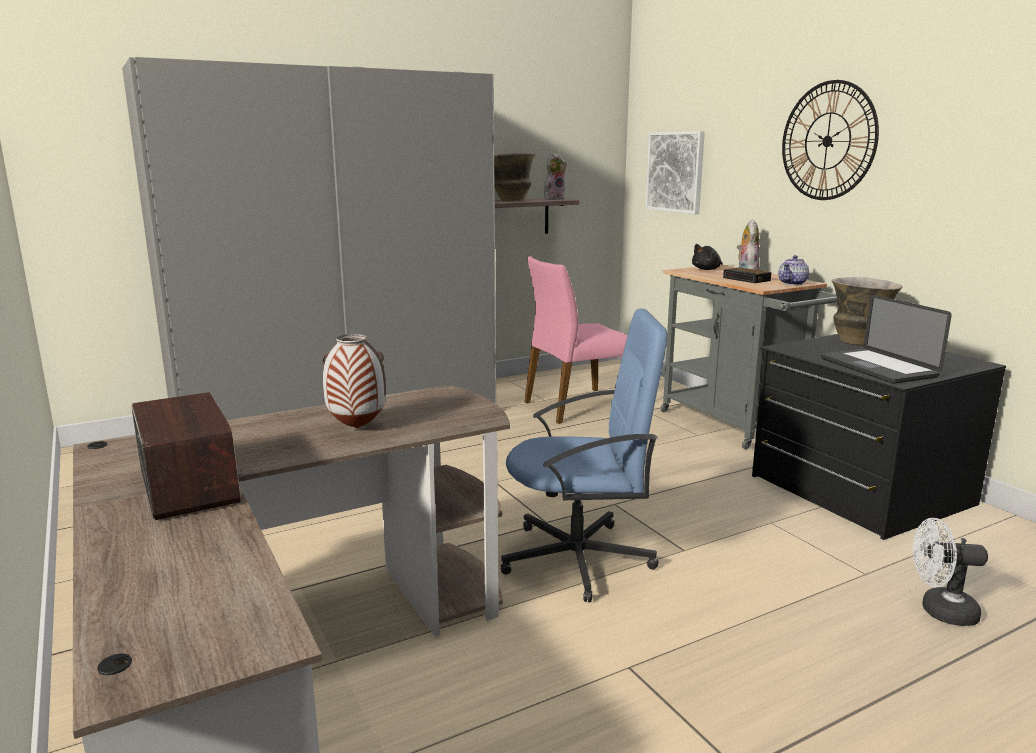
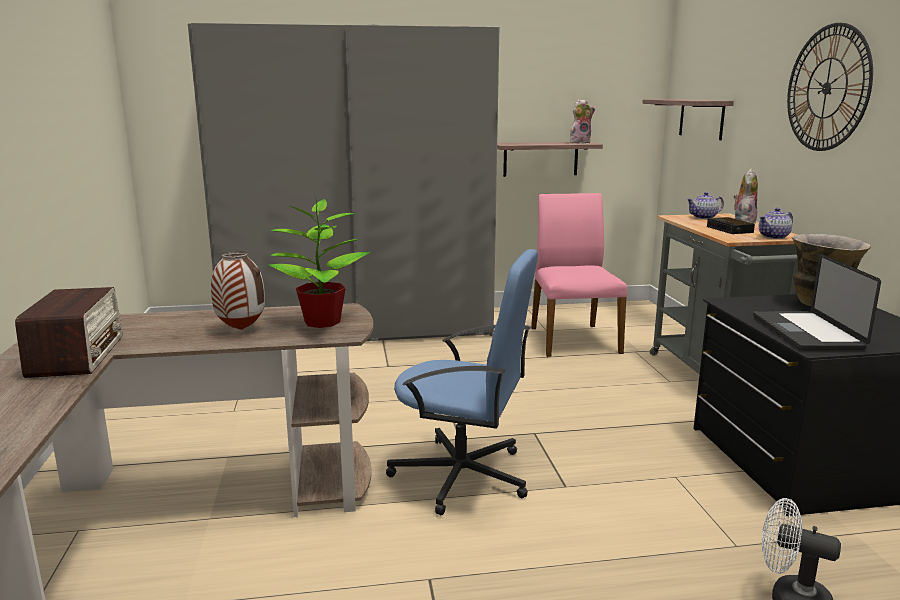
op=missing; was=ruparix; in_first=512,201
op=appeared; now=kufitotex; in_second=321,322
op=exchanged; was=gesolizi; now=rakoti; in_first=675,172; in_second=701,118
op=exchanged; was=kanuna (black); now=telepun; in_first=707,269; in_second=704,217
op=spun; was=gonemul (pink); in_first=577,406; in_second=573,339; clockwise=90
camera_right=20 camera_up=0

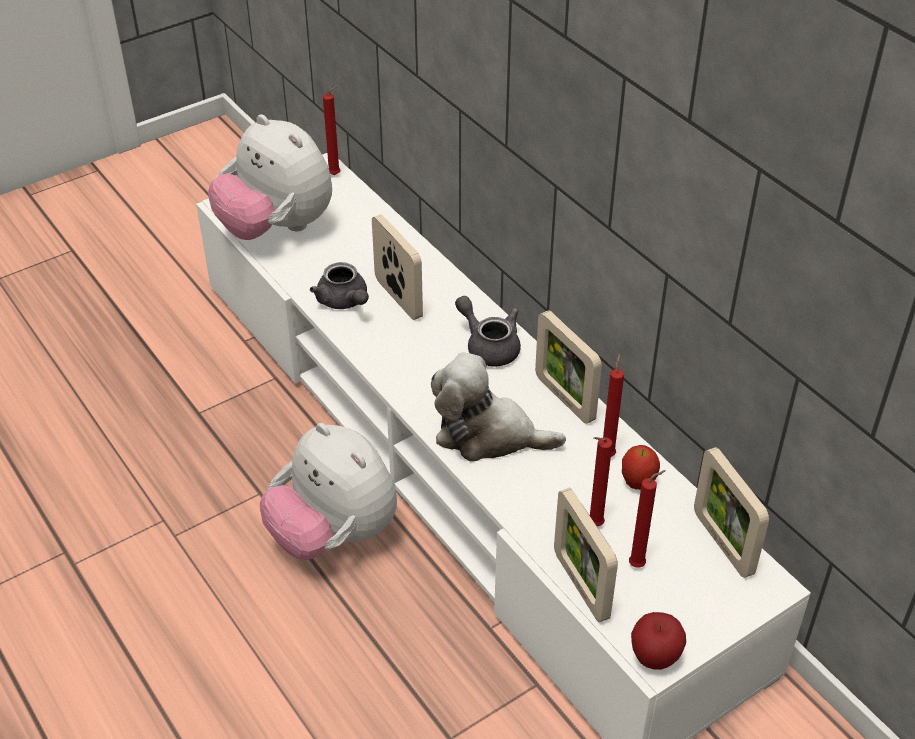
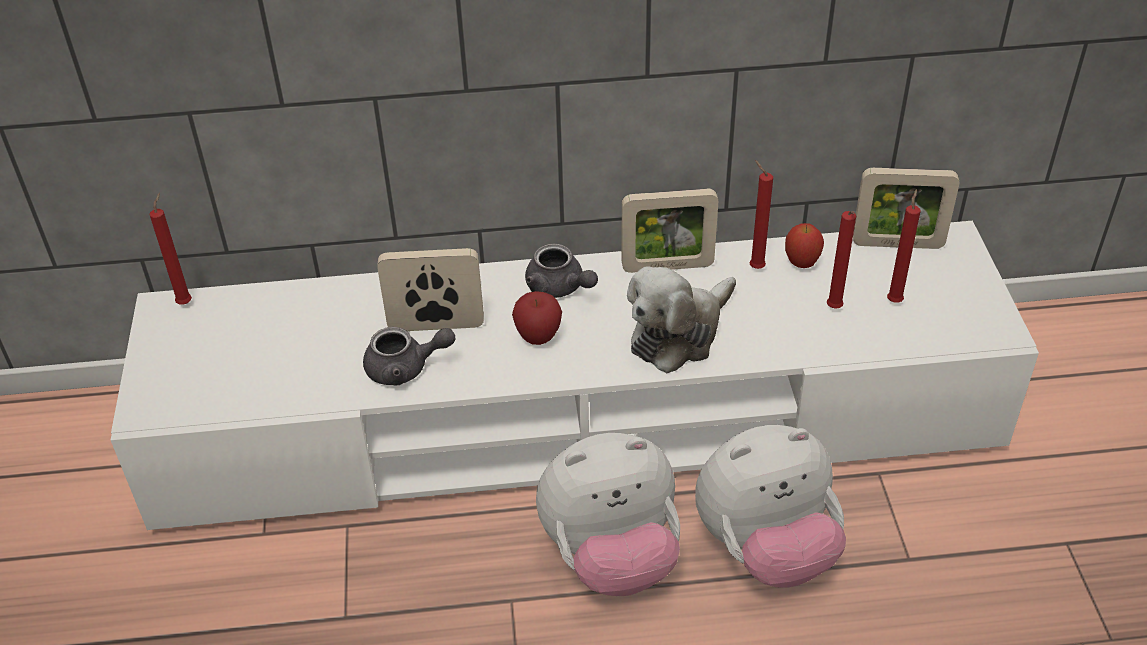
op=missing; was=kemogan; in_first=580,586
op=relocated; was=kanuna; in_first=276,228; in_second=766,548
op=relocated; was=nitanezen; in_first=654,658; in_second=538,337
op=spun; was=telepun (grey); in_first=489,346; in_second=559,288; clockwise=-120
camera_right=-60 camera_up=0

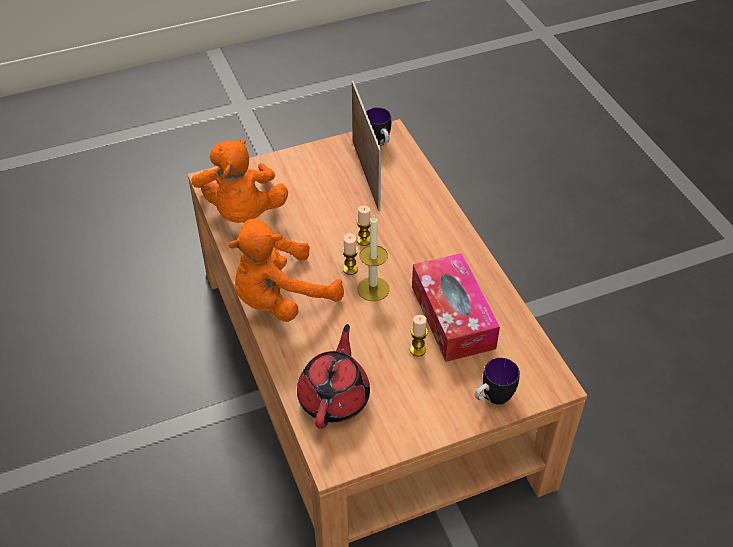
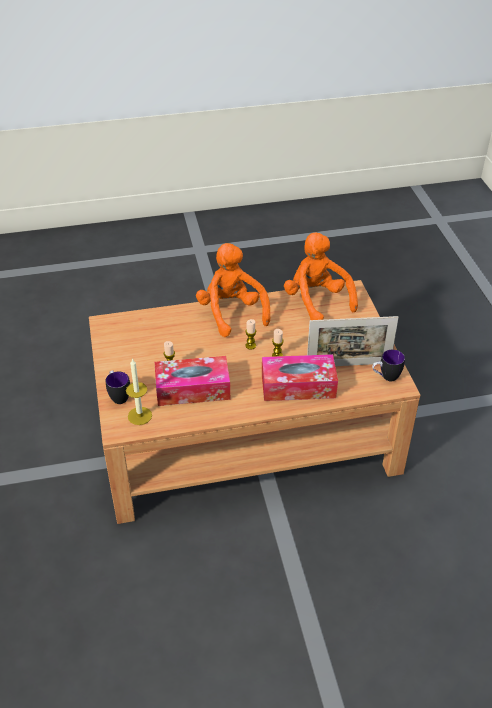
op=missing; was=telepun (red); in_first=334,397
op=appeared; now=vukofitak; in_second=298,386
op=relocated; was=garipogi; in_first=373,289; in_second=140,416
op=spun; was=kanuna (orange); in_first=242,212; in_second=317,301; clockwise=60
camera_right=100 camera_up=-5

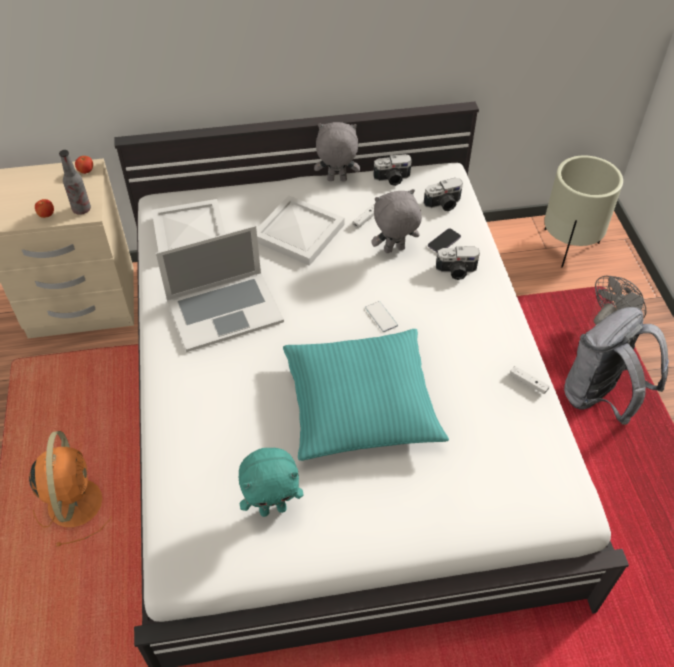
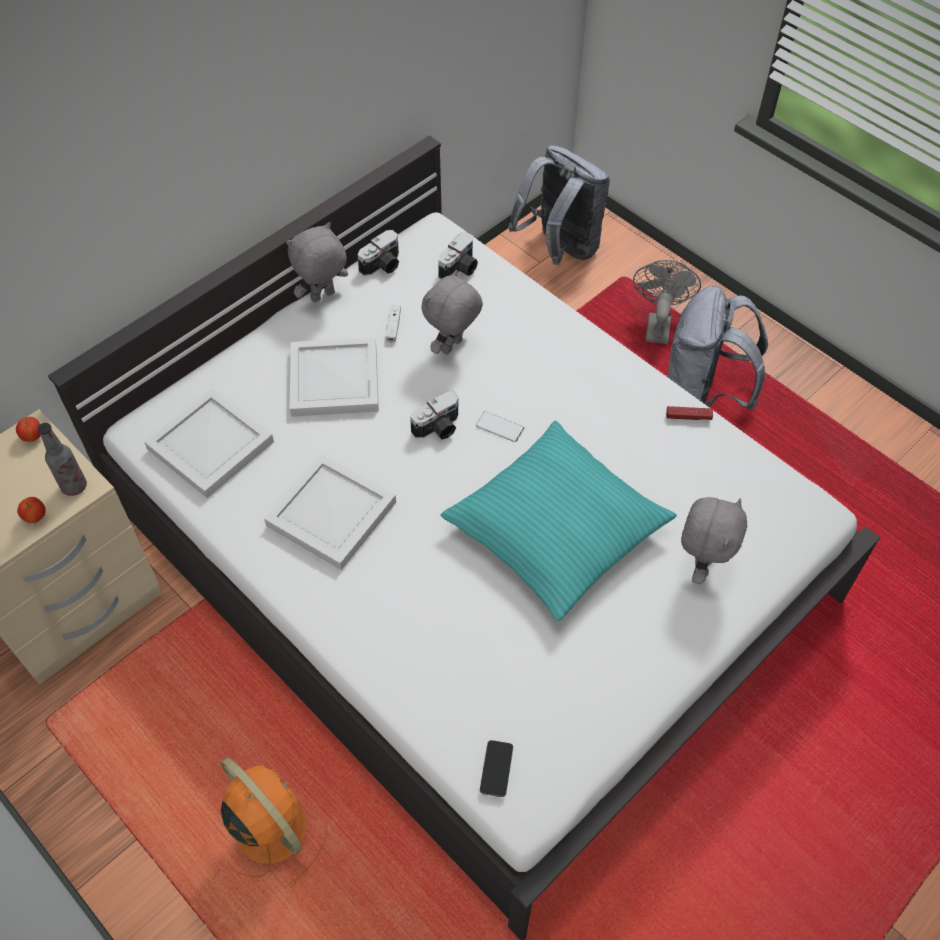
op=missing; was=kanuna (turquoise); in_first=273,508
op=appeared; now=kanuna (grey); in_second=701,565
op=relocated; was=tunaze; in_first=444,242; in_second=496,769
op=relocated; was=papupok; in_first=456,271; in_second=438,428
op=exchanged; was=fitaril; now=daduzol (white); in_first=224,310; in_second=331,512
op=exchanged; was=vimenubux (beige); now=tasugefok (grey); in_first=568,246; in_second=559,249
op=colour; was=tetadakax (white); now=tetadakax (red); in_first=528,383; in_second=688,417
camera_right=-35 camera_up=5

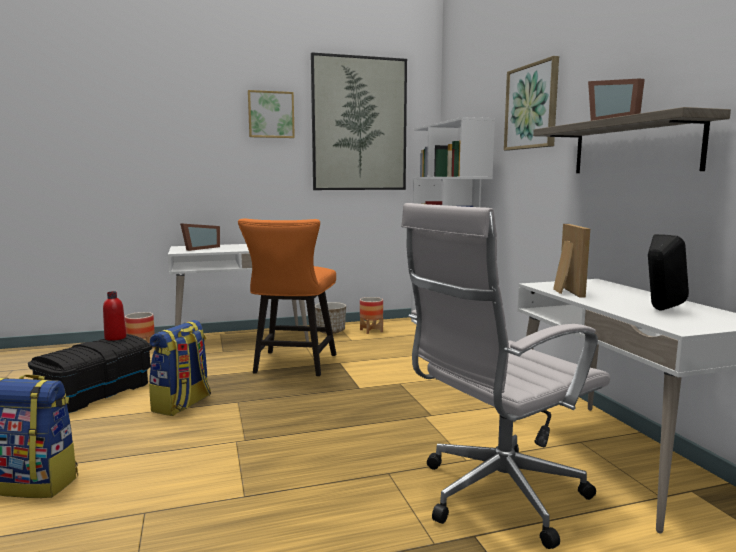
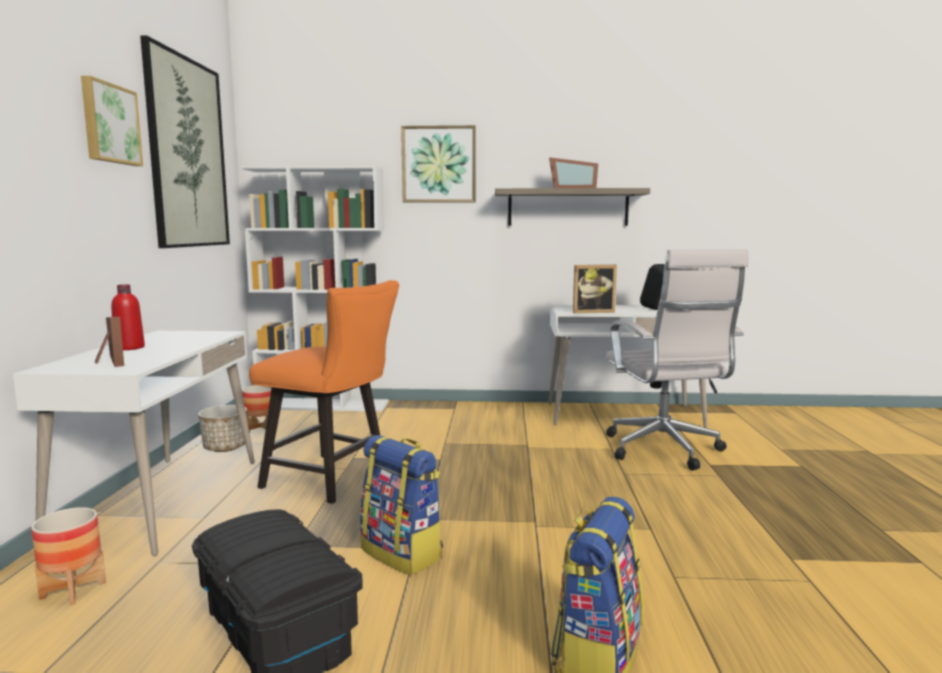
op=relocated; was=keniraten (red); in_first=115,338; in_second=129,348
op=spun; was=kemogan; in_first=564,291; in_second=592,311; clockwise=150
camera_right=-70 camera_up=0

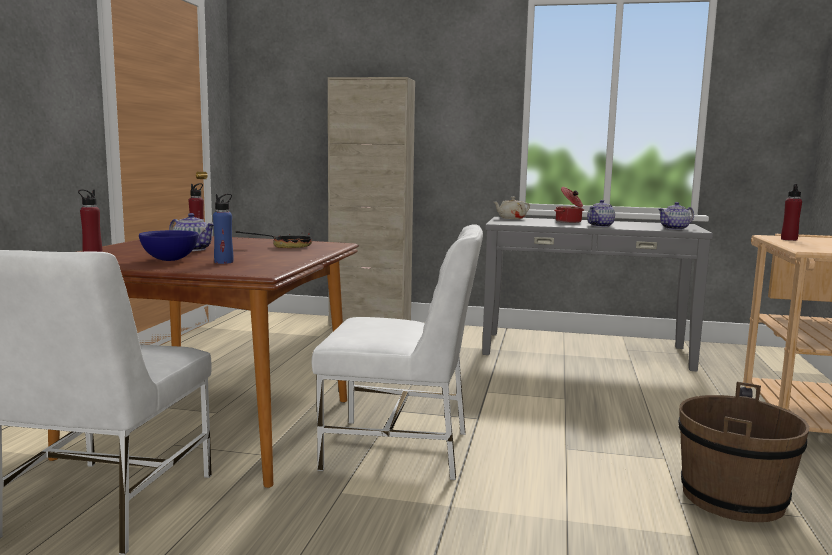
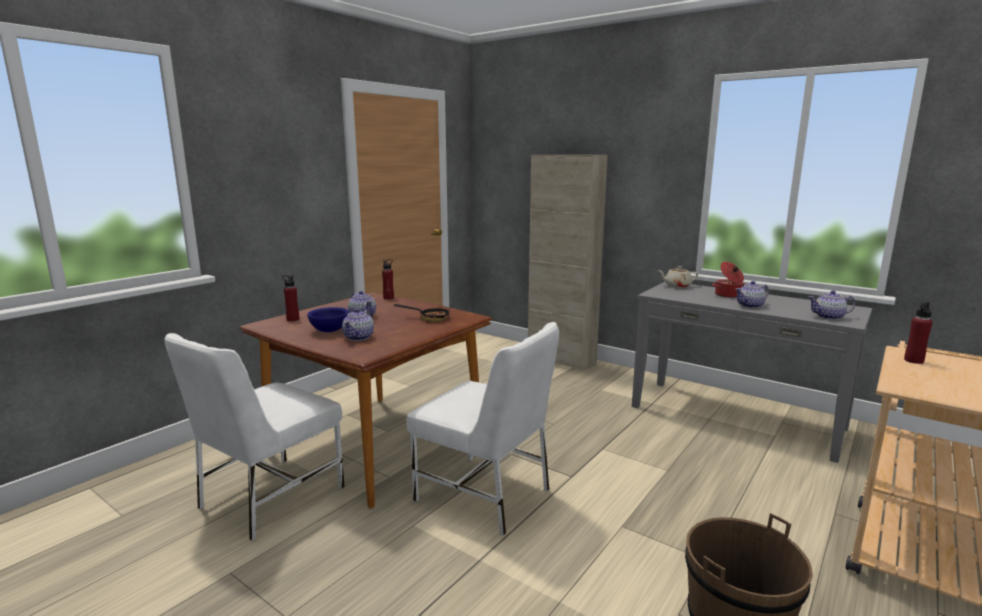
op=exchanged; was=keniraten (blue); now=telepun; in_first=224,262; in_second=359,337
camera_right=25 camera_up=5

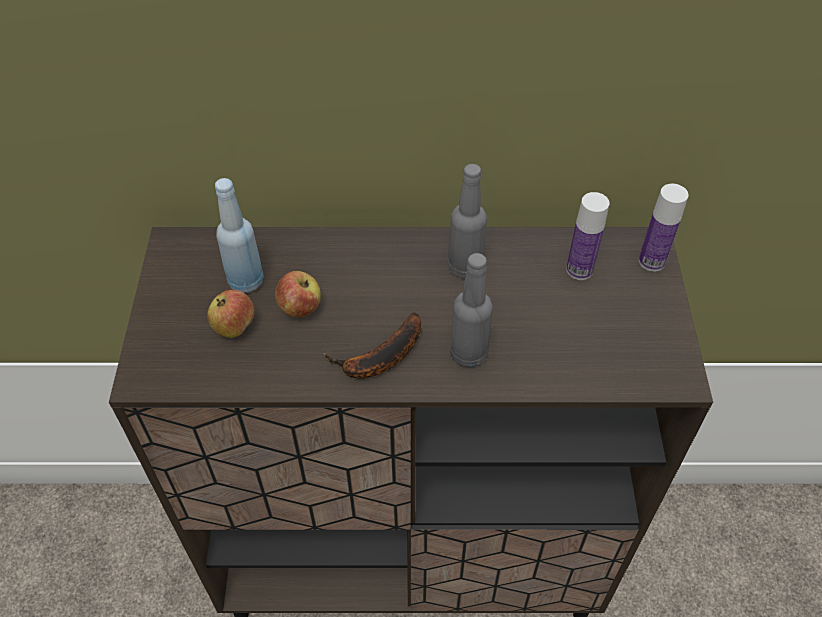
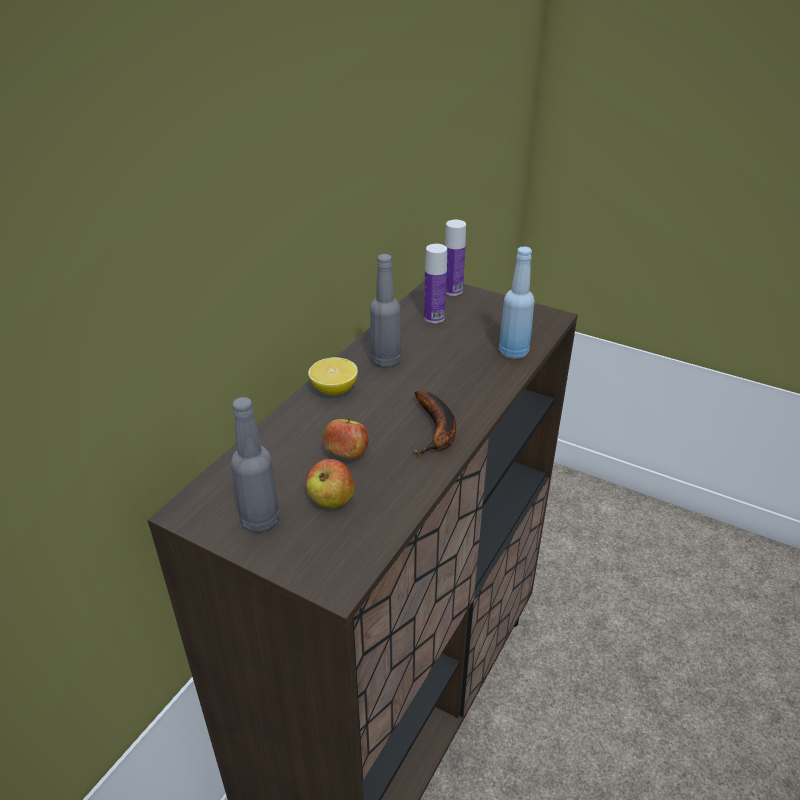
op=appeared; now=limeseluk; in_second=334,390
op=relocated; was=keniraten (blue); in_first=246,281; in_second=513,352
op=relocated; was=keniraten (grey); in_first=468,353; in_second=260,520
camera_right=-60 camera_up=-15

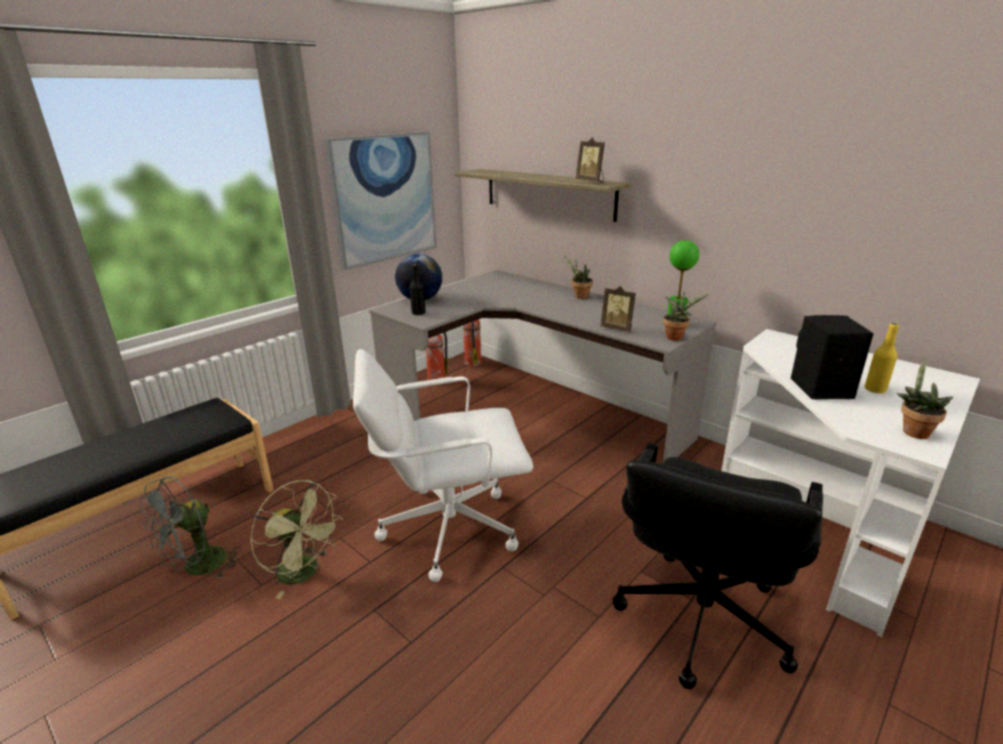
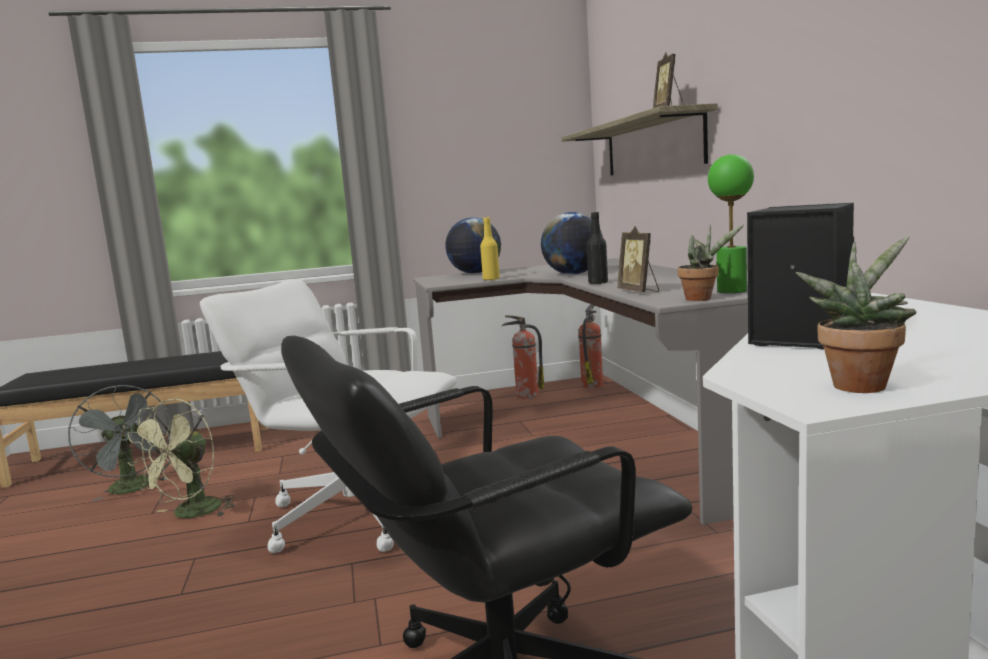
op=missing; was=gesolizi; in_first=385,198
op=missing; was=kufitotex; in_first=579,296
op=appeared; now=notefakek; in_second=573,274
op=relocated; was=keniraten (black); in_first=418,313; in_second=598,283
op=relocated; was=keniraten (yellow); in_first=875,390; in_second=491,279
op=spun; was=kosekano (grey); in_first=198,568; in_second=134,489; clockwise=-105
op=spun; was=kosekano (green); in_first=305,573; in_second=191,514; clockwise=45
camera_right=35 camera_up=-15

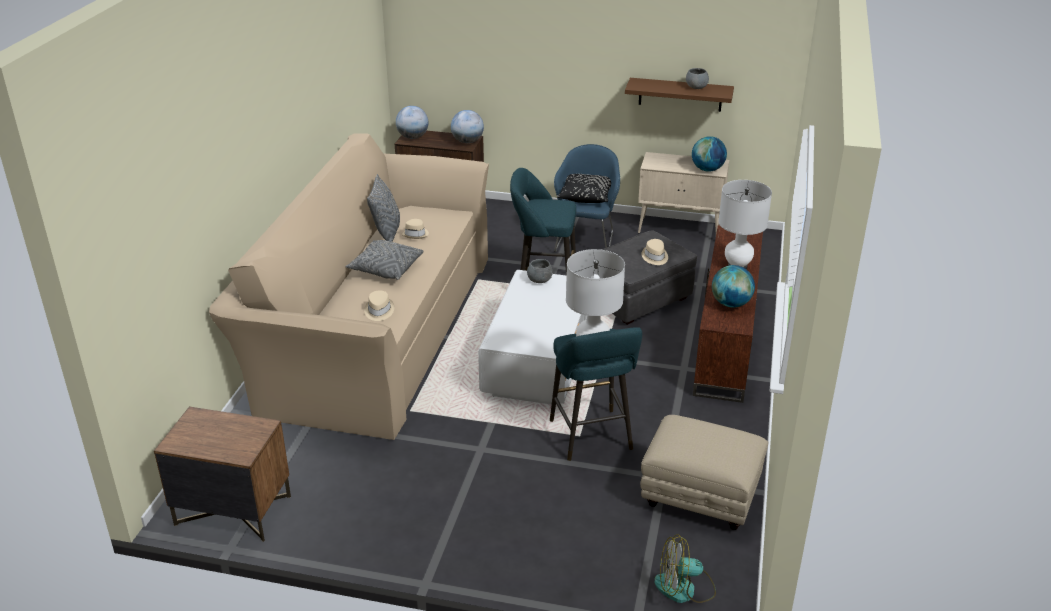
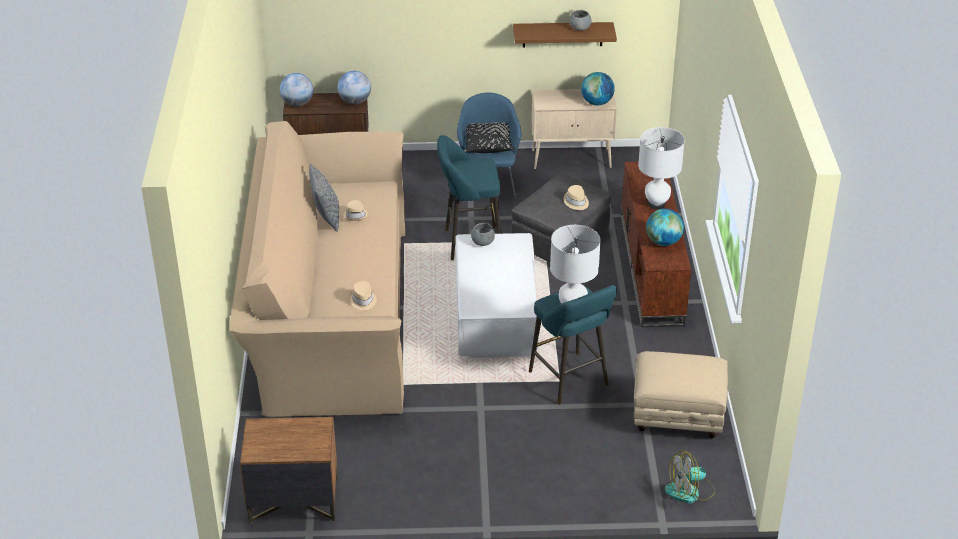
op=missing; was=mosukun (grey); in_first=385,269
camera_right=-15 camera_up=5

